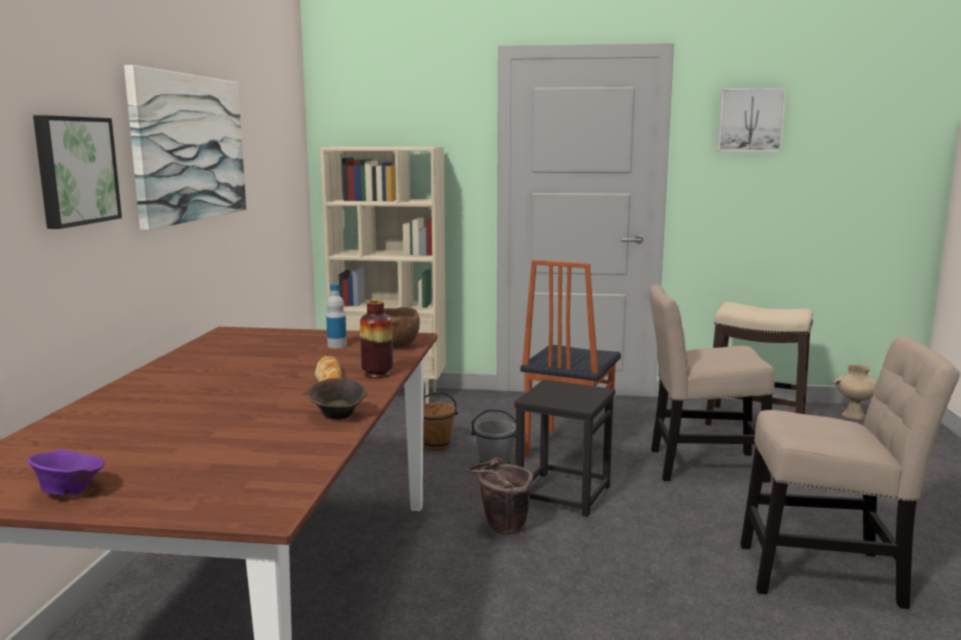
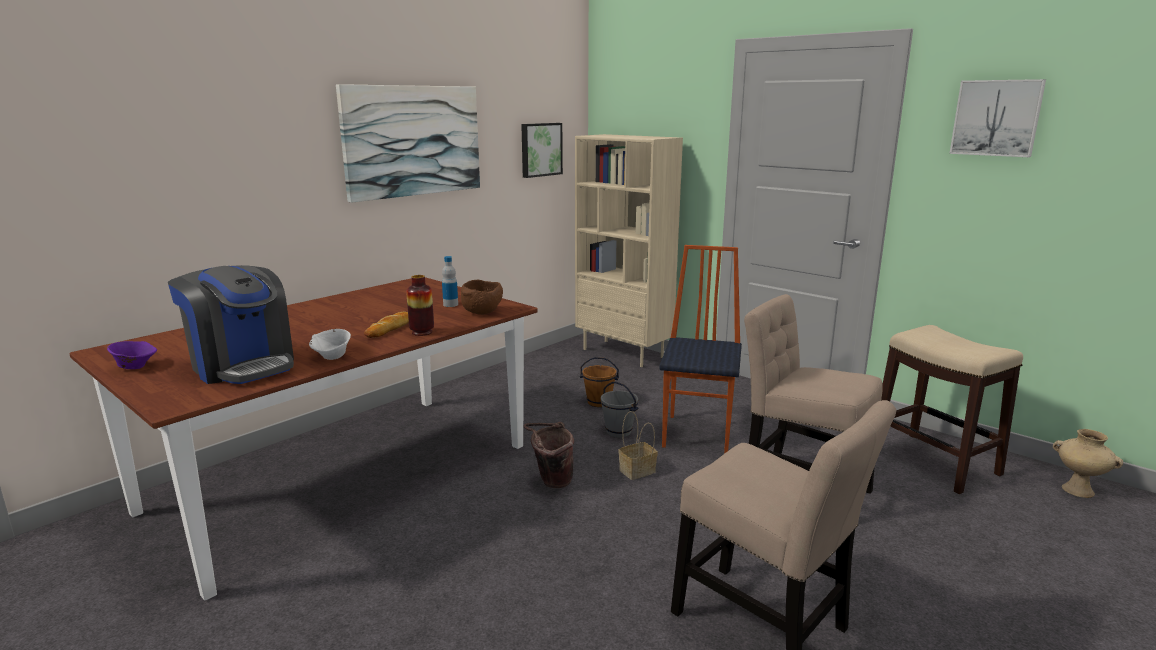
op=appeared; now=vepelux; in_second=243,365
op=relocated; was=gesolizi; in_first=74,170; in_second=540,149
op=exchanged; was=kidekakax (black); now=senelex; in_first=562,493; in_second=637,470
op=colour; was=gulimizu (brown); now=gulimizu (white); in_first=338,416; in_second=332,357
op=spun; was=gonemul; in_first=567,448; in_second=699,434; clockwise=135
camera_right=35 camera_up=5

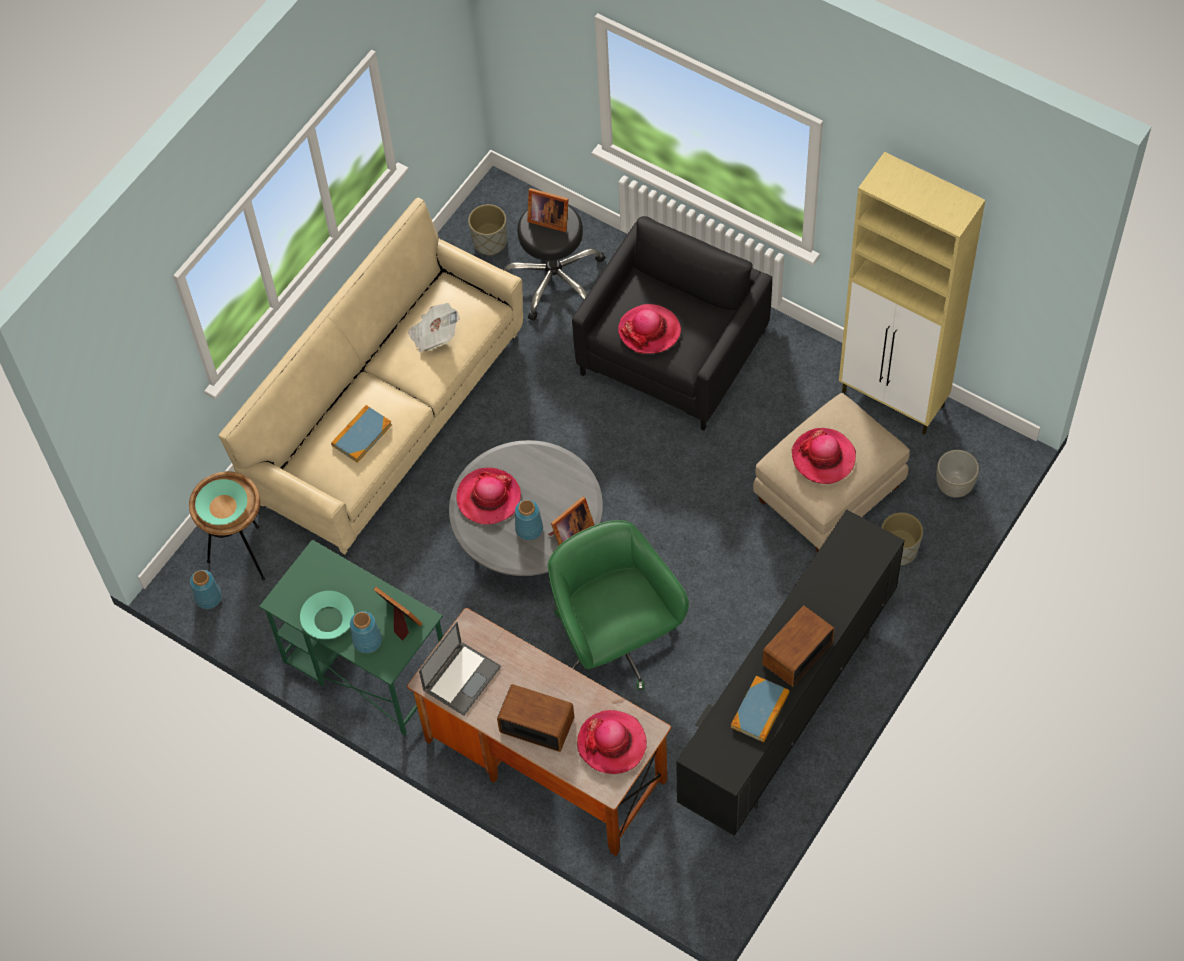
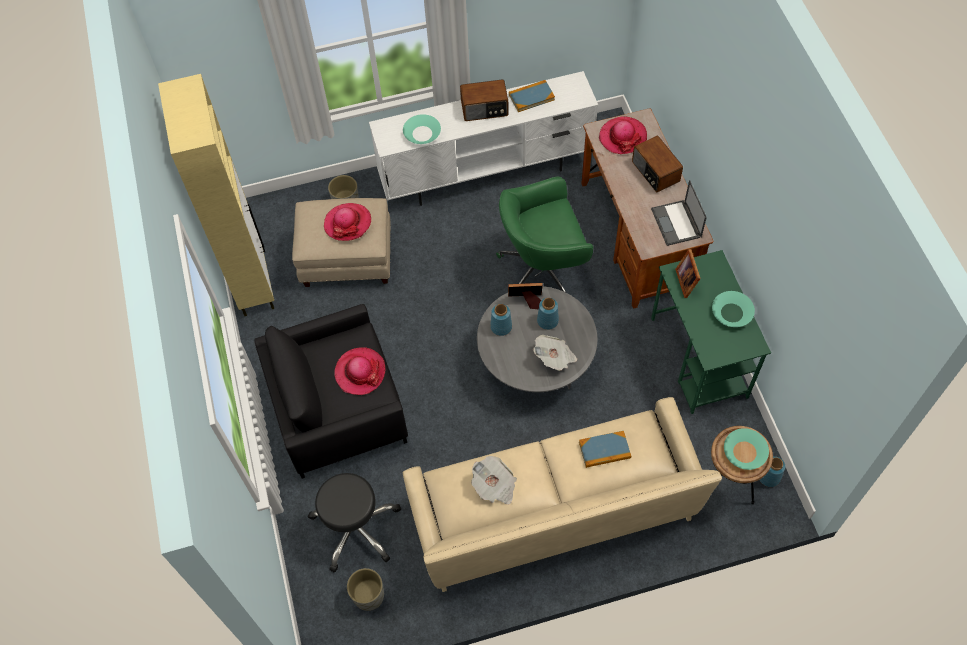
op=missing; was=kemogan; in_first=548,219
op=missing; was=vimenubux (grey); in_first=954,486
op=appeared; now=gulimizu (turquoise); in_second=422,133
op=relocated; was=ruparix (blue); in_first=368,641; in_second=501,326
op=exchanged; was=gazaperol; now=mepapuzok; in_first=488,498; in_second=554,358
op=colour; was=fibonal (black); now=fibonal (white); in_first=787,709; in_second=487,173
op=spun; was=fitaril; in_first=462,677; in_second=676,223; clockwise=-90
op=spun; was=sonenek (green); in_first=614,642; in_second=543,268; clockwise=60
camera_right=-140 camera_up=0

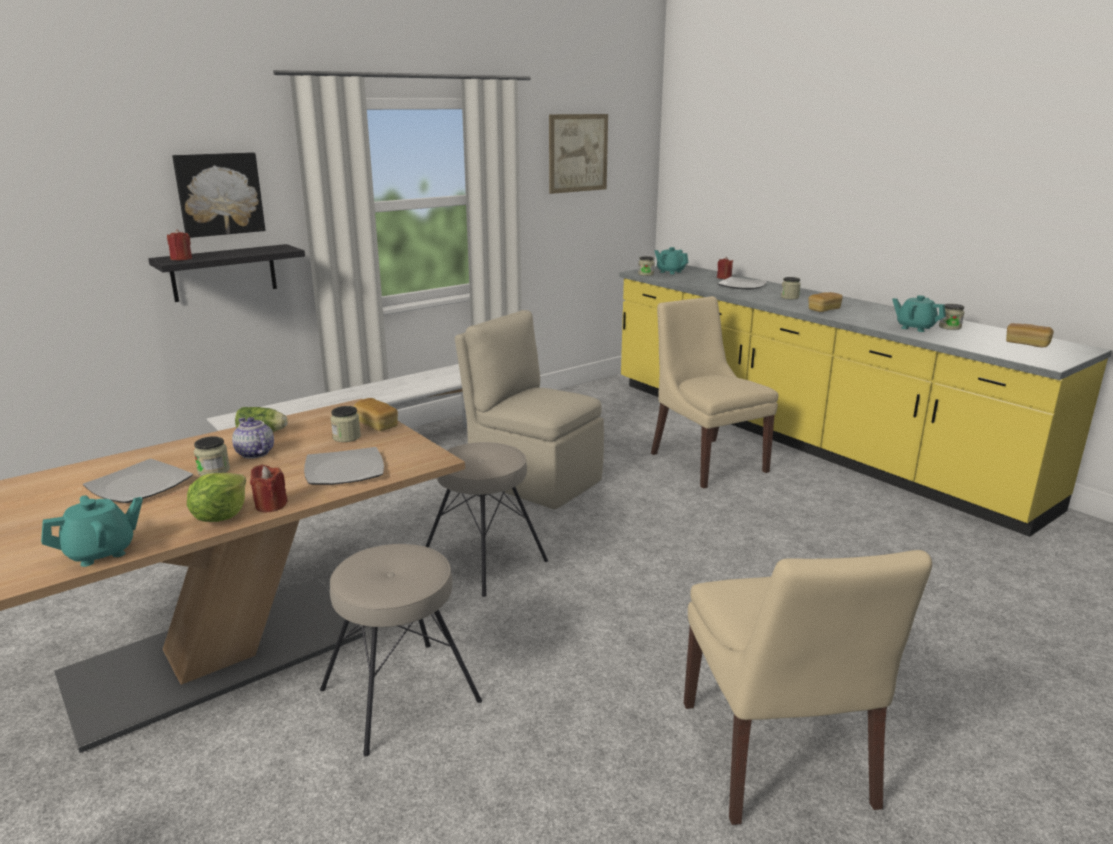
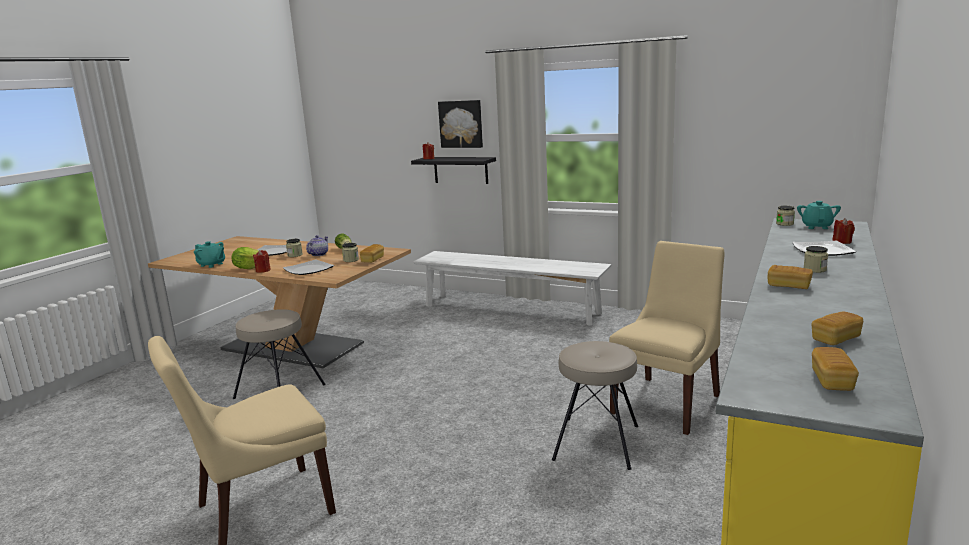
op=missing; was=gonemul (beige); in_first=533,479
op=missing; was=gesolizi; in_first=578,153
op=missing; was=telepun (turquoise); in_first=915,328
op=relocated; was=kidekakax (beige); in_first=484,559; in_second=597,442
op=exchanged; was=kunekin; now=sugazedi; in_first=950,327; in_second=835,339
camera_right=65 camera_up=-5

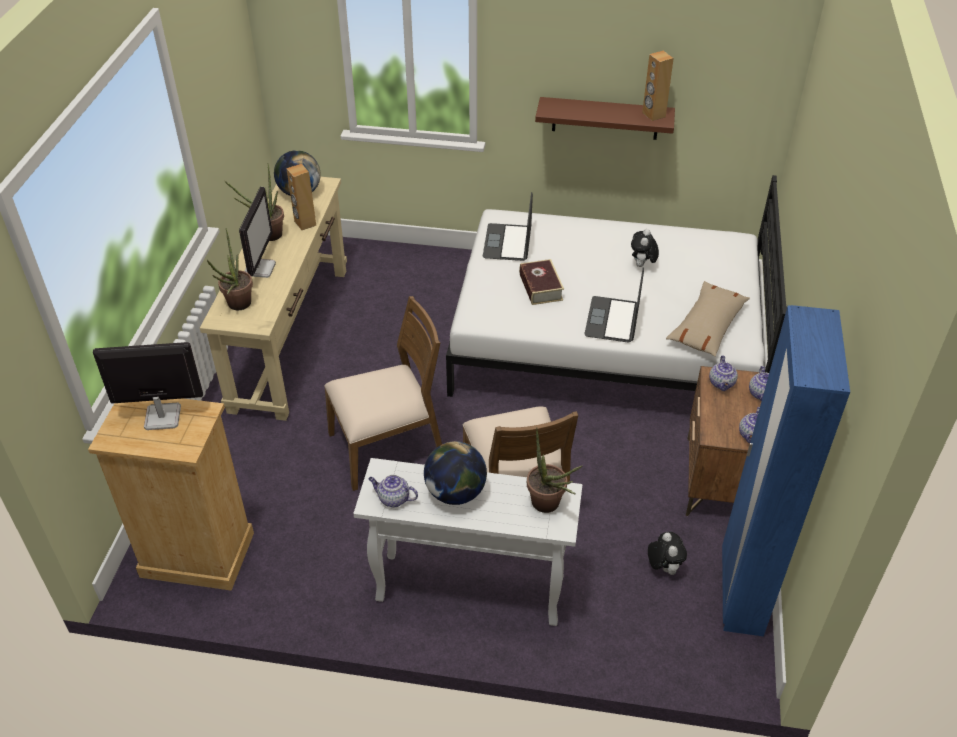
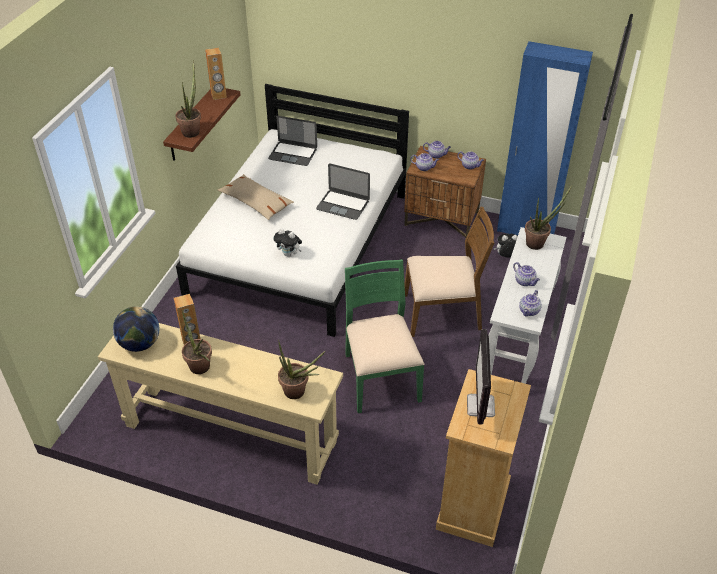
op=missing; was=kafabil; in_first=260,268
op=missing; was=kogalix; in_first=540,287
op=appeared; now=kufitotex; in_second=192,130
op=relocated; was=fitaril; in_first=507,242; in_second=293,154
op=relocated; was=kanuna; in_first=642,265; in_second=289,254
op=relocated; was=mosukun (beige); in_first=707,326; in_second=256,202
op=exchanged; was=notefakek; now=telepun; in_first=455,493; in_second=525,281
op=colour; was=gonemul (brown); now=gonemul (green); in_first=387,446; in_second=380,377
camera_right=-80 camera_up=0

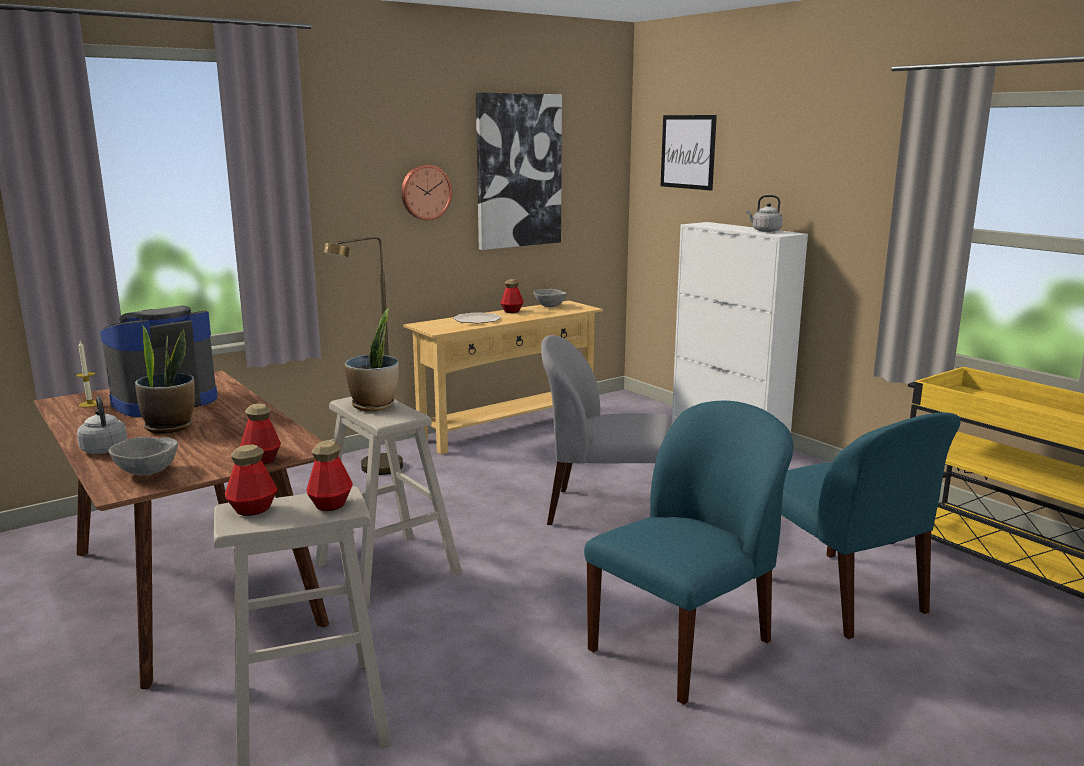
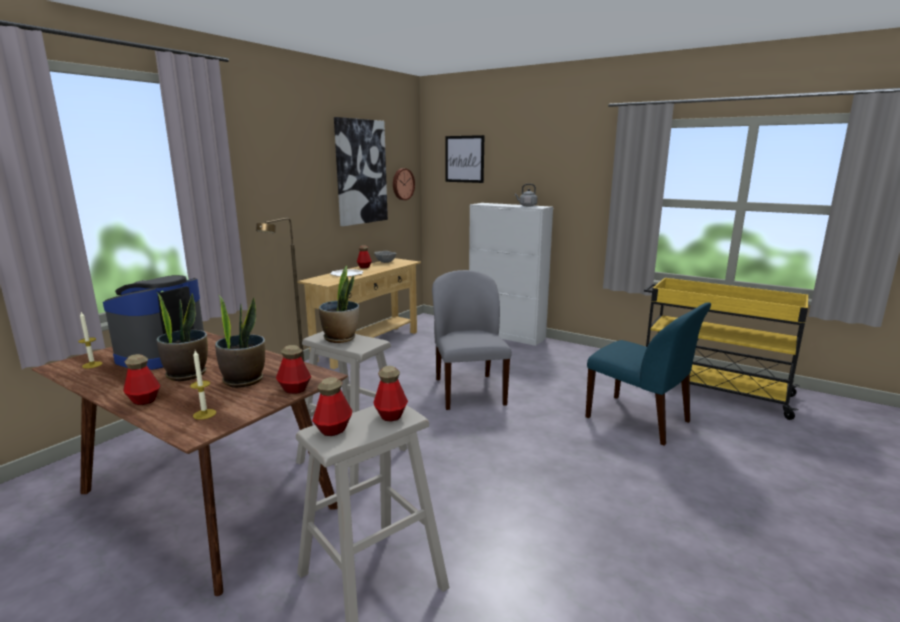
op=missing; was=gonemul (blue); in_first=683,645
op=appeared; now=kufitotex; in_second=244,380
op=relocated; was=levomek; in_first=425,192; in_second=402,184
op=exchanged; was=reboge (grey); now=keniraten; in_first=104,449; in_second=144,400
op=exchanged; was=gulimizu (grey); now=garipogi; in_first=146,472; in_second=204,414
op=spun; was=gonemul (grey); in_first=604,511; in_second=468,391; clockwise=90
camera_right=-20 camera_up=0

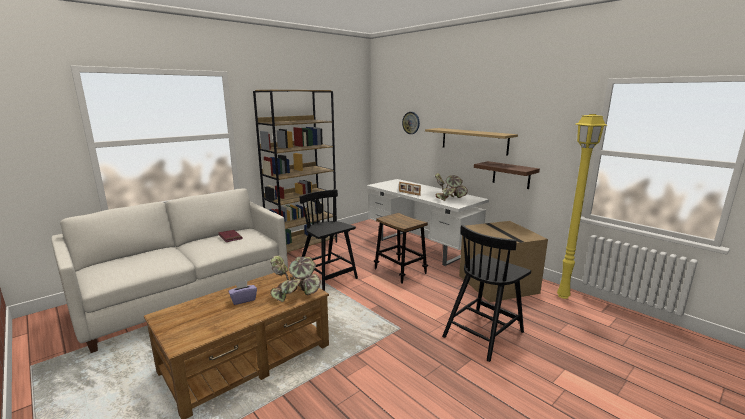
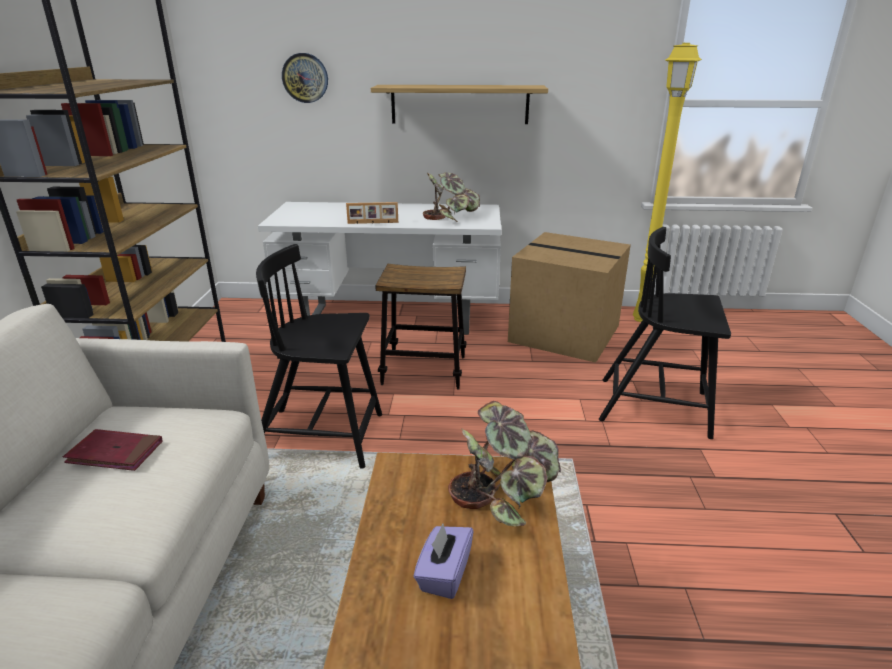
op=missing; was=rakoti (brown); in_first=511,175
op=spun; was=gonemul (black); in_first=483,333; in_second=656,407; clockwise=105
camera_right=-45 camera_up=10

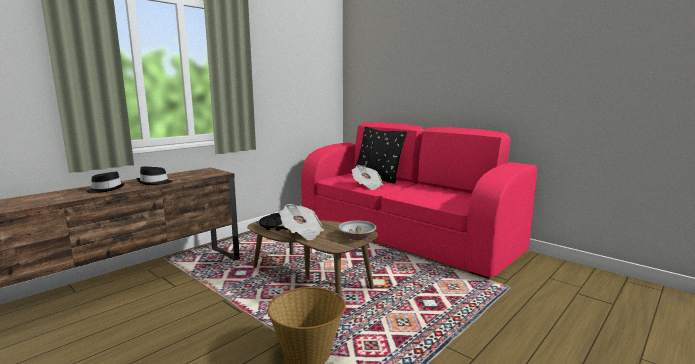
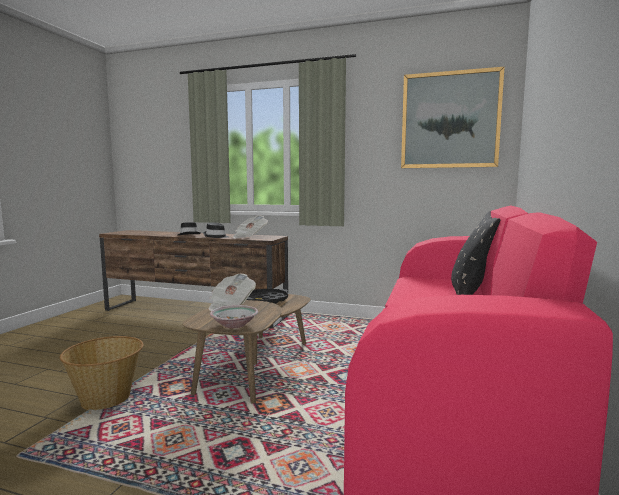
op=appeared; now=gesolizi; in_second=450,120
op=relocated; was=mepapuzok; in_first=367,186; in_second=249,236
camera_right=65 camera_up=-5

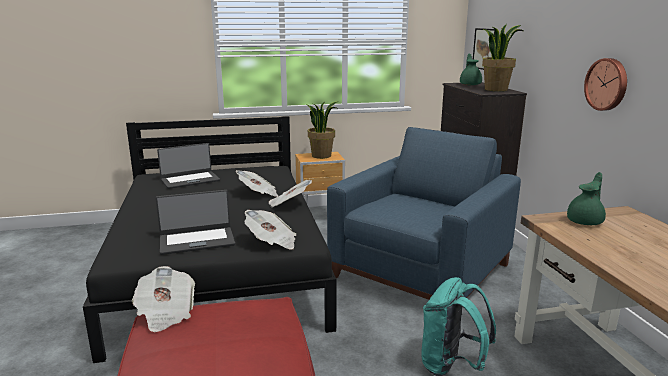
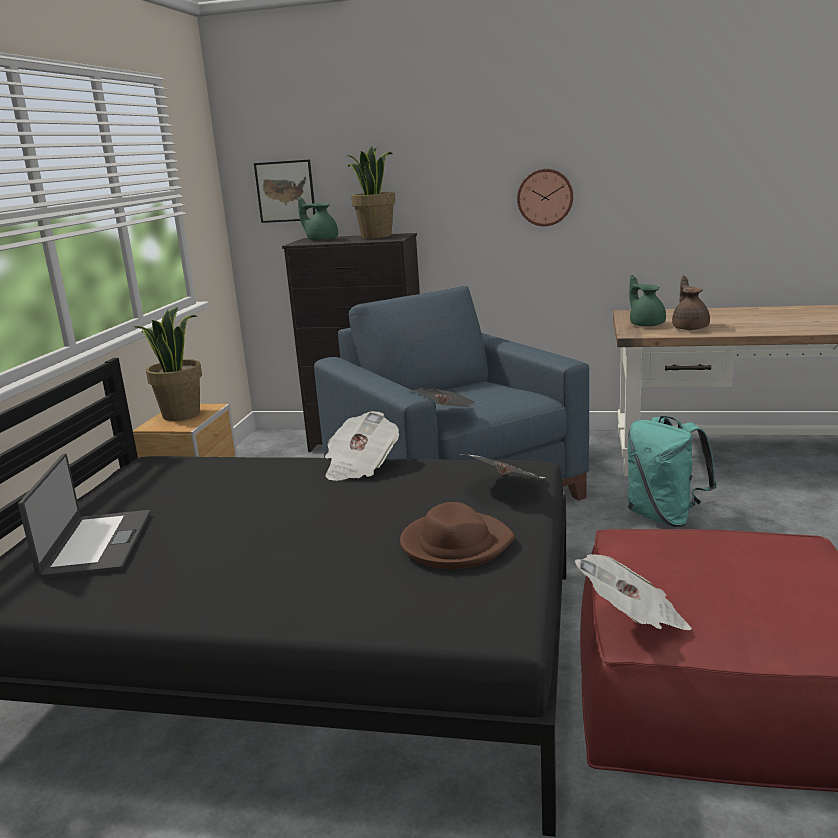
op=appeared; now=telepun (brown); in_second=690,328
op=relocated; was=mepapuzok; in_first=258,194; in_second=445,416
op=exchanged; was=fitaril; now=gazaperol (brown); in_first=197,240; in_second=455,544
camera_right=-65 camera_up=0

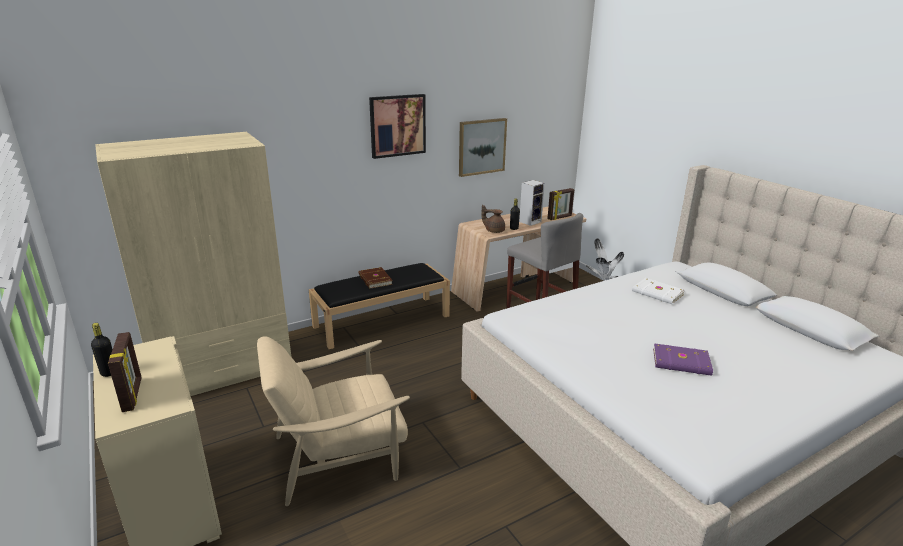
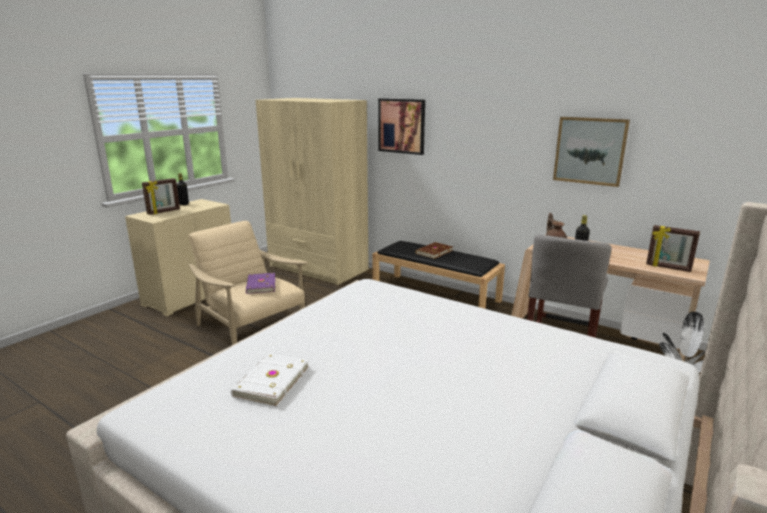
op=missing; was=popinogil; in_first=530,221
op=relocated; was=gesolizi; in_first=397,125; in_second=402,126
op=relocated; was=kogalix (white); in_first=657,293; in_second=270,382
op=relocated; was=kogalix (purple); in_first=681,363; in_second=260,285
camera_right=65 camera_up=-5

